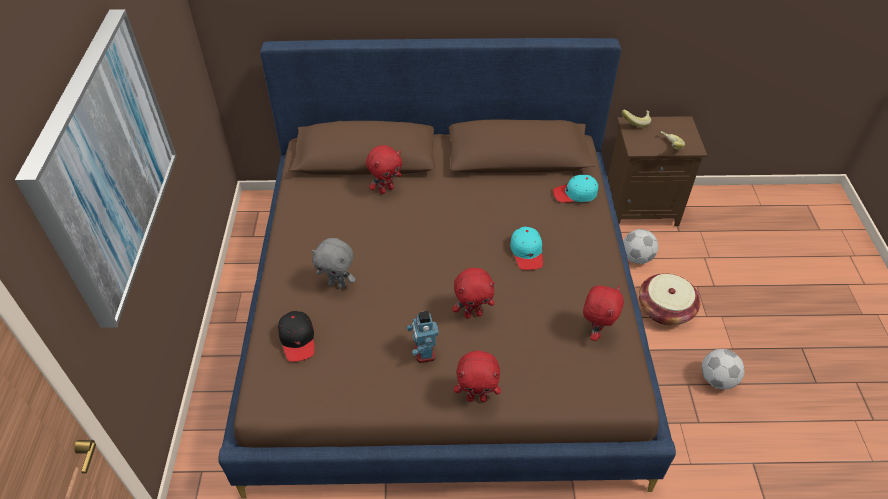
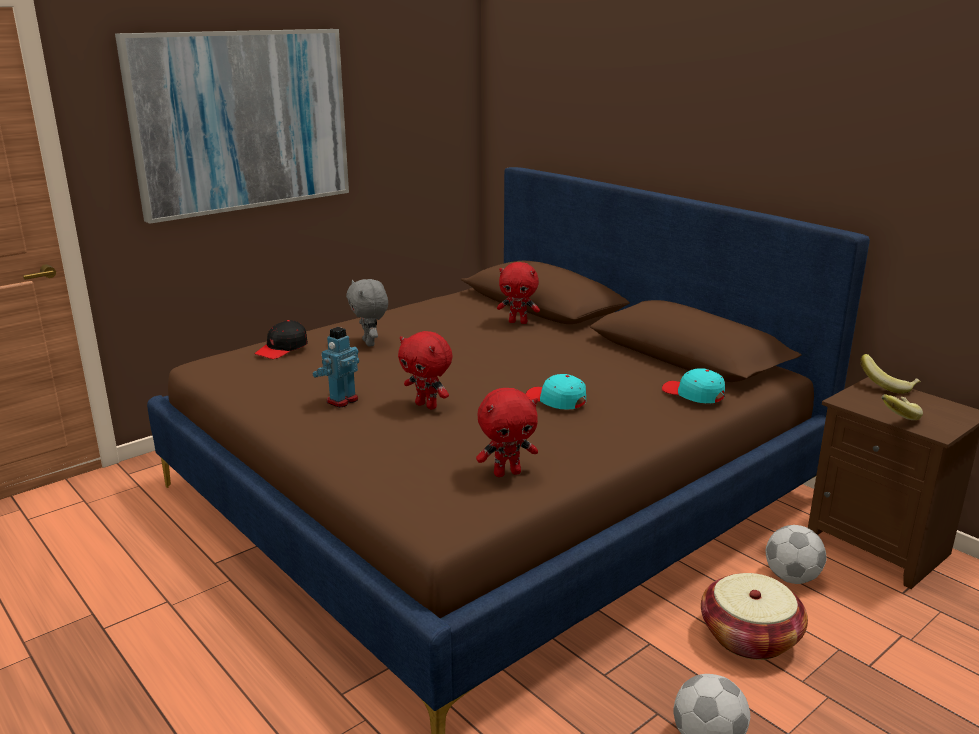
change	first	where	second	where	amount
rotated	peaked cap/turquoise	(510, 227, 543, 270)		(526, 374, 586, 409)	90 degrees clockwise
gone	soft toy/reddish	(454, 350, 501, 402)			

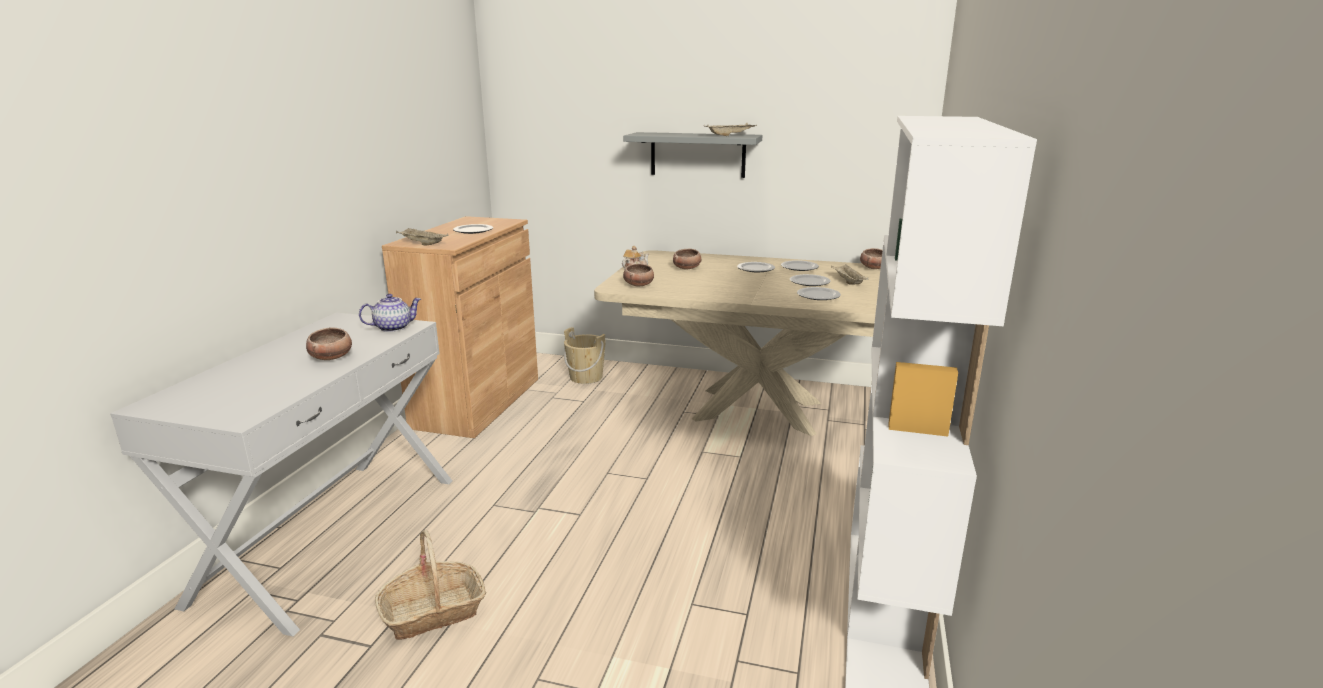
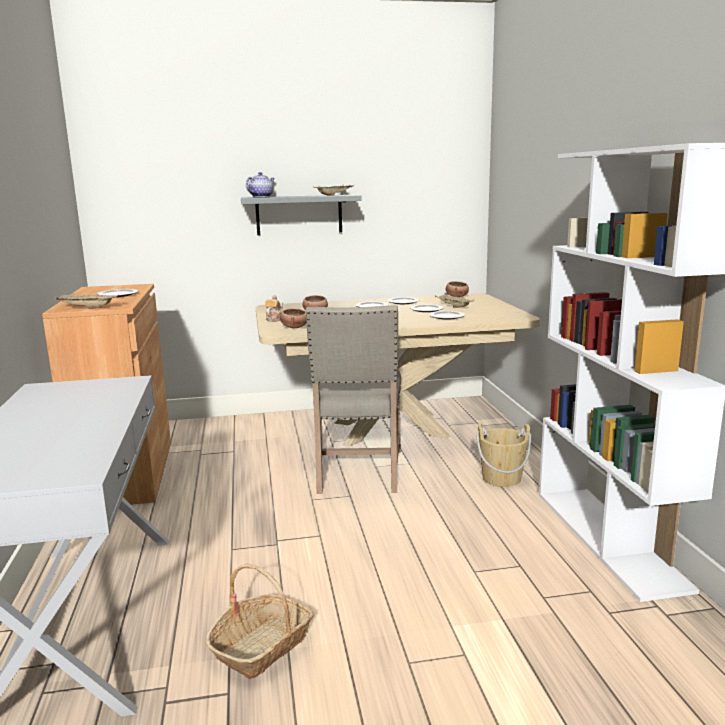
change	first	where	second	where	amount
shifted	tea pot	(359, 294, 421, 332)		(246, 172, 275, 197)	
shifted	pail/sand-coloured	(564, 327, 606, 384)		(476, 423, 531, 487)	
gone	deep dish	(306, 328, 352, 360)			
new			plain chair/sand-coloured	(306, 305, 401, 494)	

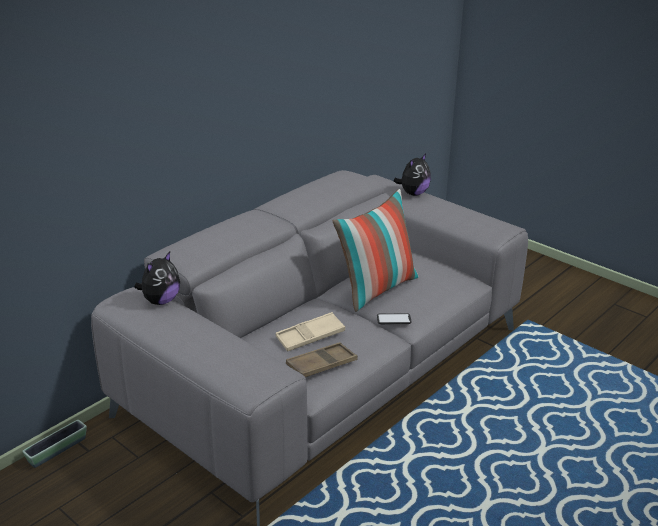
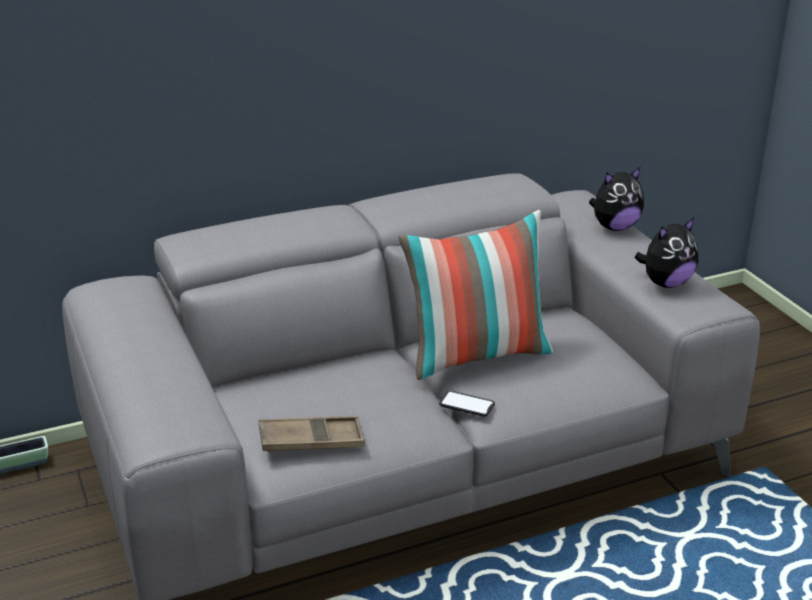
change	first	where	second	where	amount
shifted	soft toy	(134, 252, 180, 305)		(635, 217, 698, 288)	
gone	carrying tray/sand-coloured	(275, 312, 345, 352)			

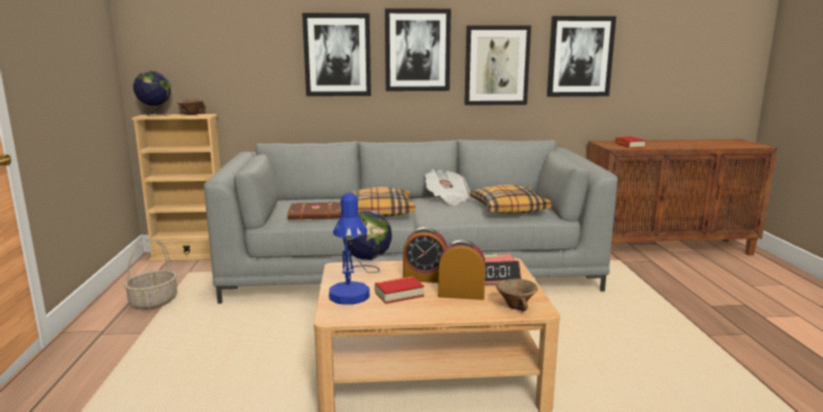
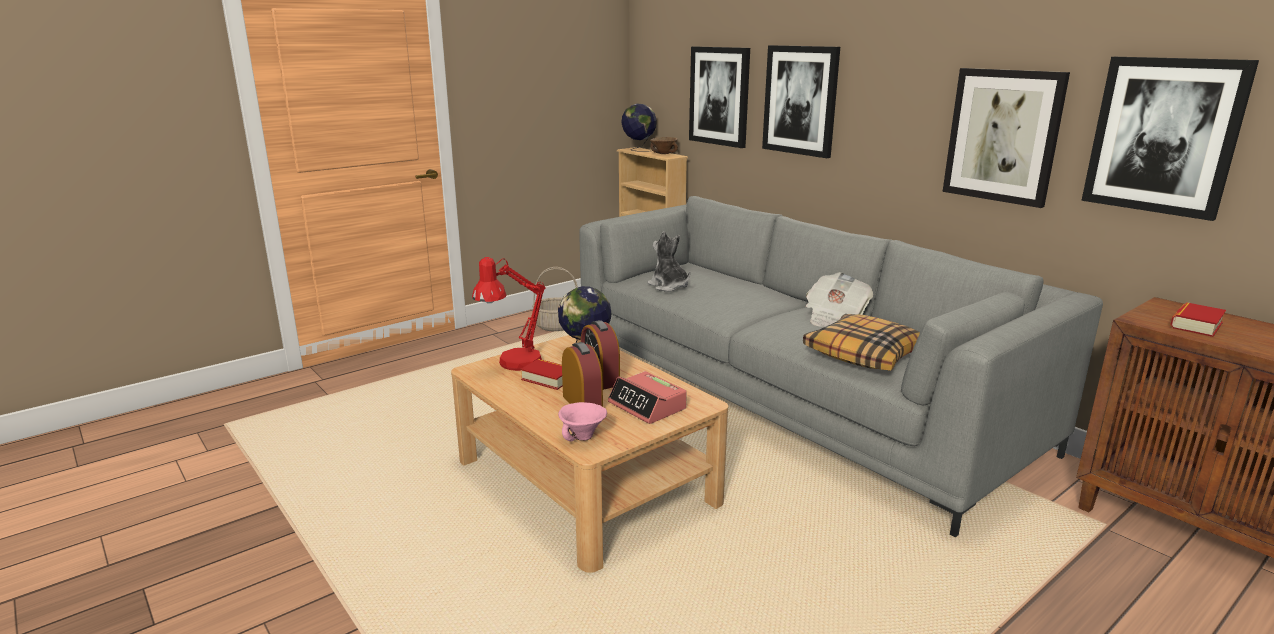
change	first	where	second	where	amount
shifted	wall picture	(385, 8, 451, 91)		(689, 47, 750, 148)	
gone	pillow	(349, 187, 416, 217)			
repainted	tabletop lamp/blue	(329, 193, 370, 305)	tabletop lamp/reddish	(472, 257, 546, 371)	
swapped	volume/brown	(287, 202, 341, 220)	soft toy	(647, 231, 690, 292)	
repainted	deep dish/brown	(496, 279, 538, 311)	deep dish/pinkish	(558, 402, 607, 442)	

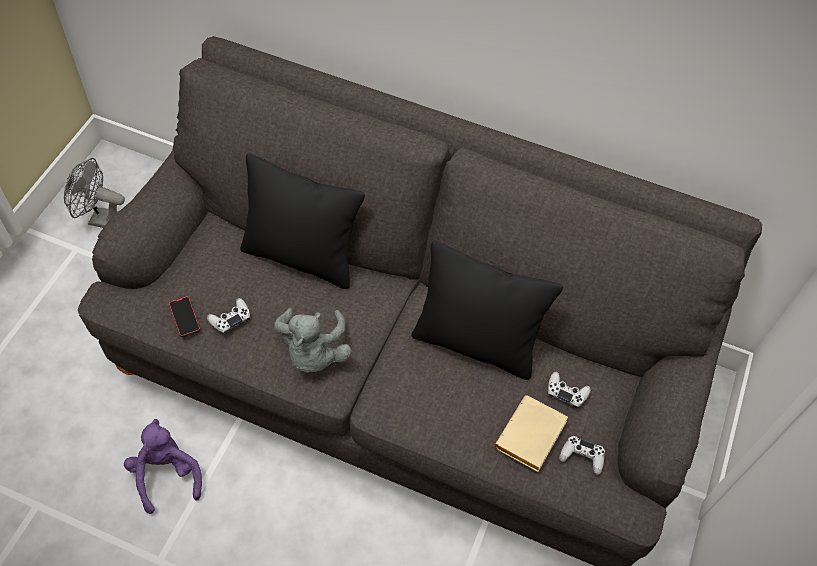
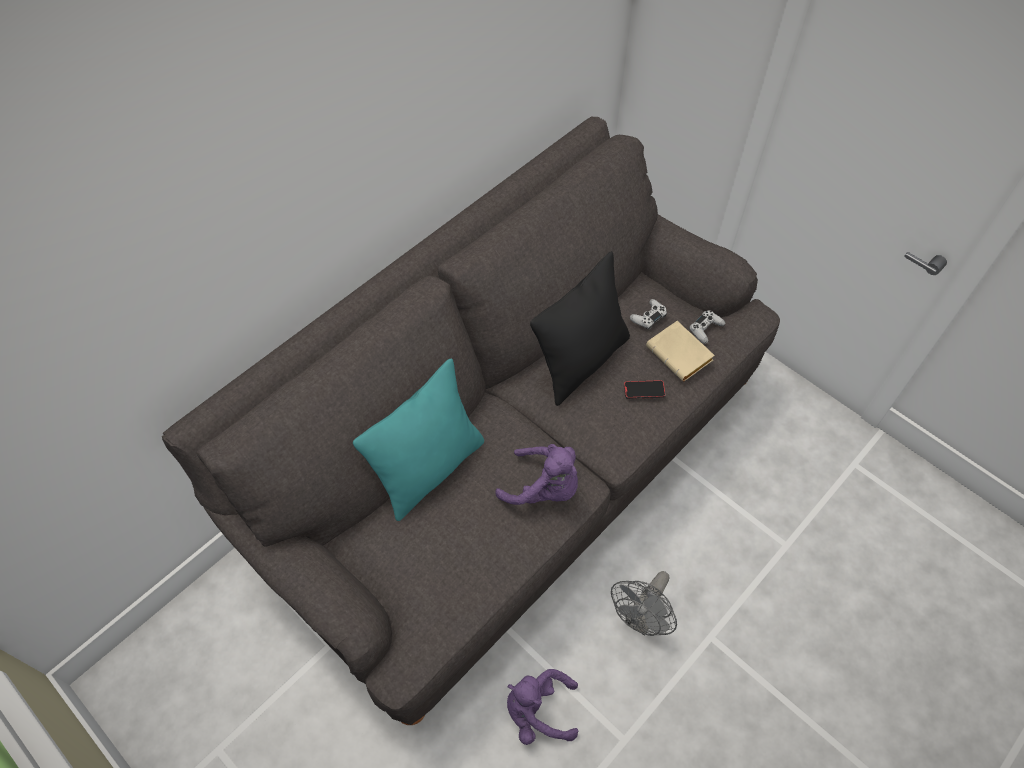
change	first	where	second	where	amount
repainted	pillow/blackish	(240, 153, 365, 289)	pillow/turquoise	(353, 359, 484, 521)	
shifted	cooling fan/greyish	(64, 158, 125, 228)		(611, 571, 677, 636)	
shifted	handset	(169, 296, 200, 337)		(624, 380, 666, 399)	
gone	joypad/white-coloured	(207, 298, 250, 334)			
repainted	soft toy/greyish	(274, 308, 352, 373)	soft toy/purple	(496, 444, 578, 505)	

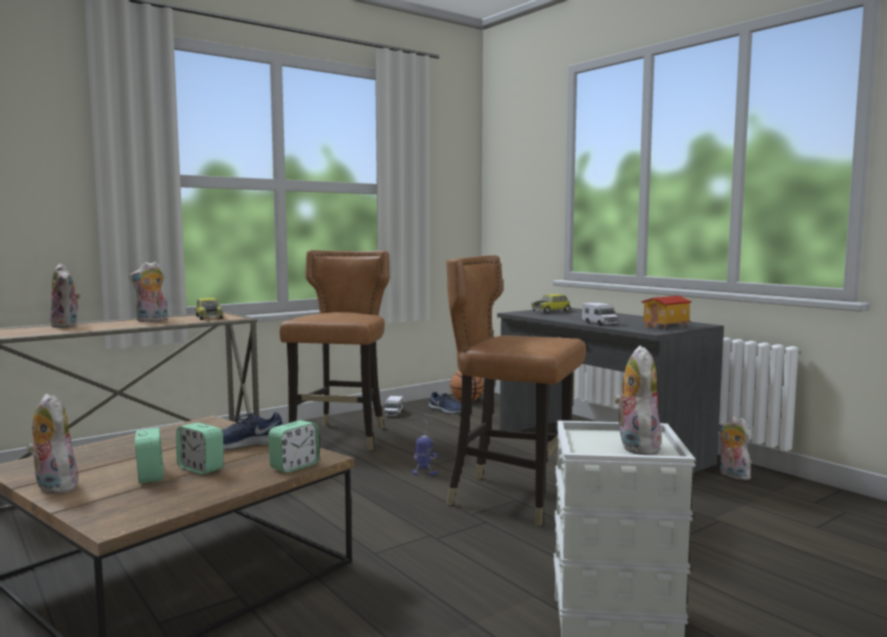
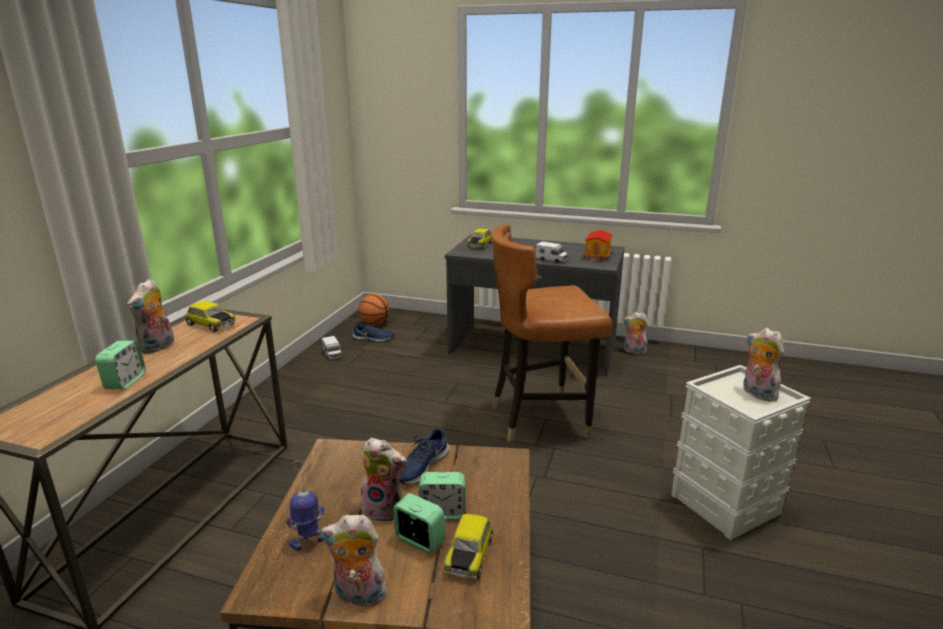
change	first	where	second	where	amount
gone	plain chair/brown	(280, 250, 390, 450)			
shifted	soft toy	(50, 263, 81, 328)		(361, 438, 407, 522)	
shifted	model robot	(412, 415, 439, 476)		(286, 461, 324, 551)	
shifted	bedside clock	(268, 420, 320, 473)		(95, 341, 145, 389)	
new			miniature car	(444, 514, 493, 579)	

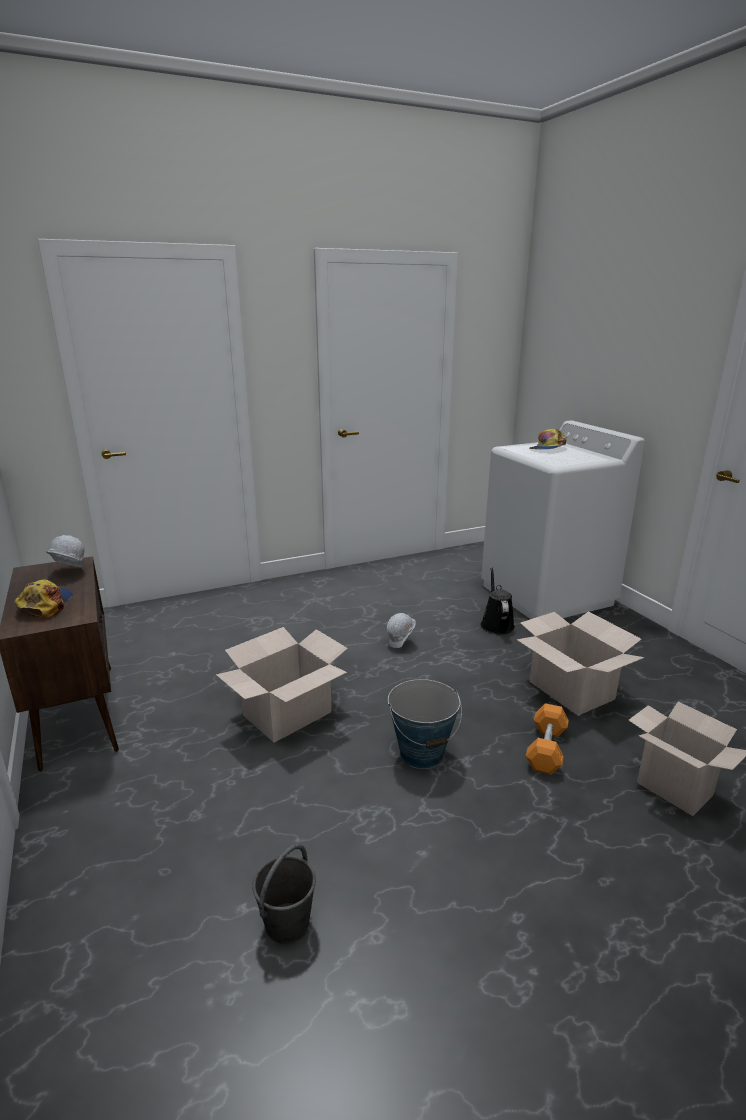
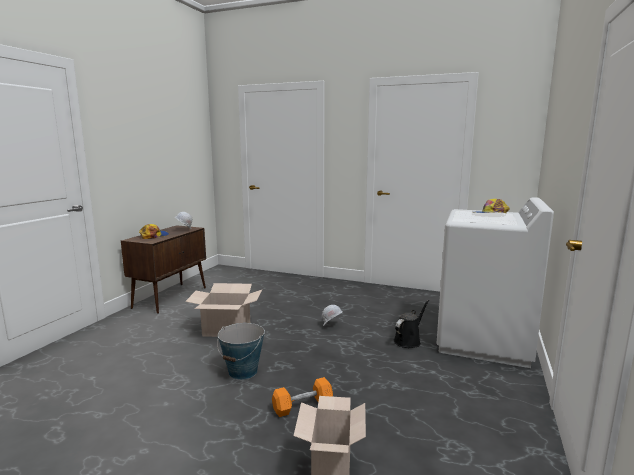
change	first	where	second	where	amount
gone	cardboard box	(517, 611, 644, 716)			
gone	pail/greyish	(252, 844, 316, 944)			

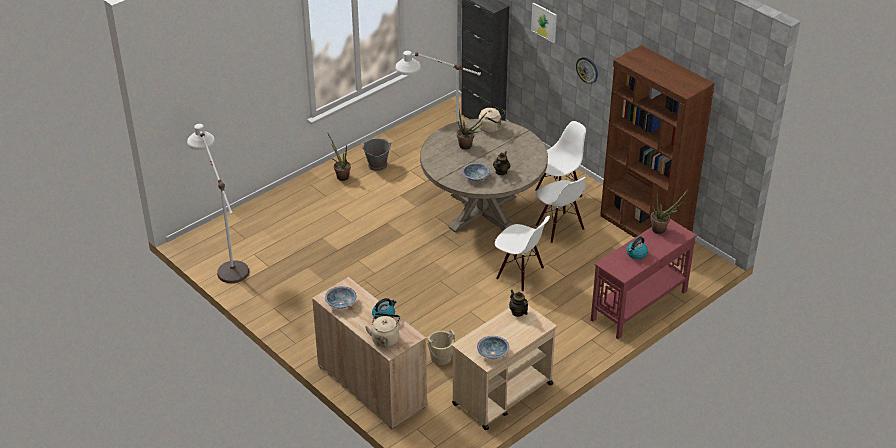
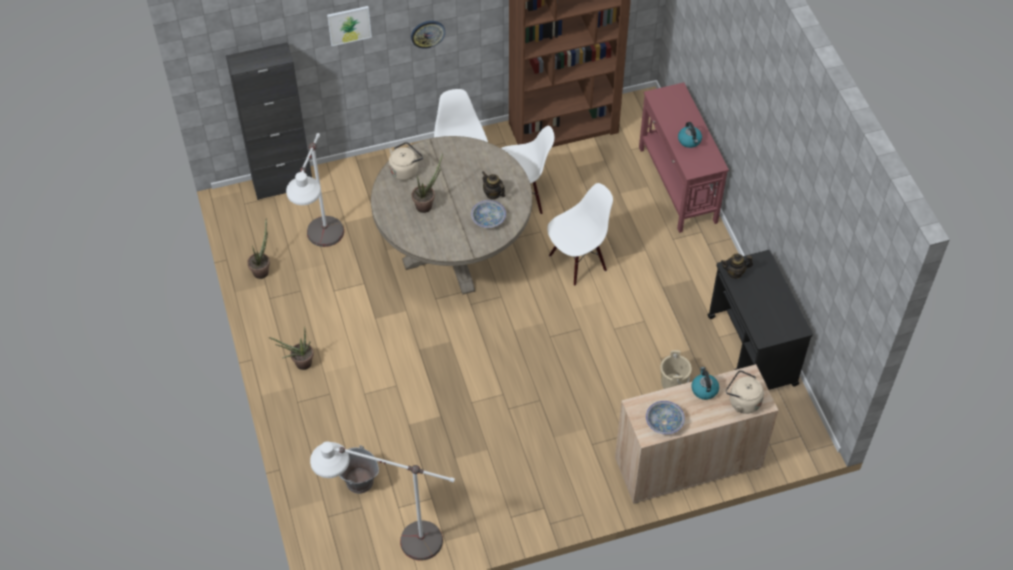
change	first	where	second	where	amount
shifted	pail/greyish	(363, 138, 392, 171)		(339, 445, 379, 494)	
shifted	houseplant	(650, 190, 688, 234)		(247, 219, 270, 279)	
repainted	cart/sand-coloured	(452, 305, 557, 430)	cart/blackish	(708, 250, 813, 390)	
gone	deep dish	(477, 336, 510, 359)			

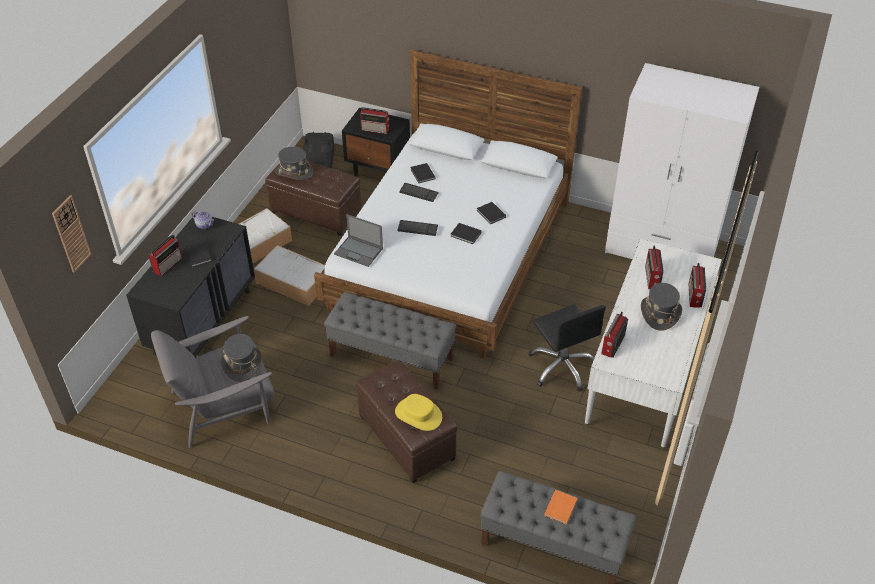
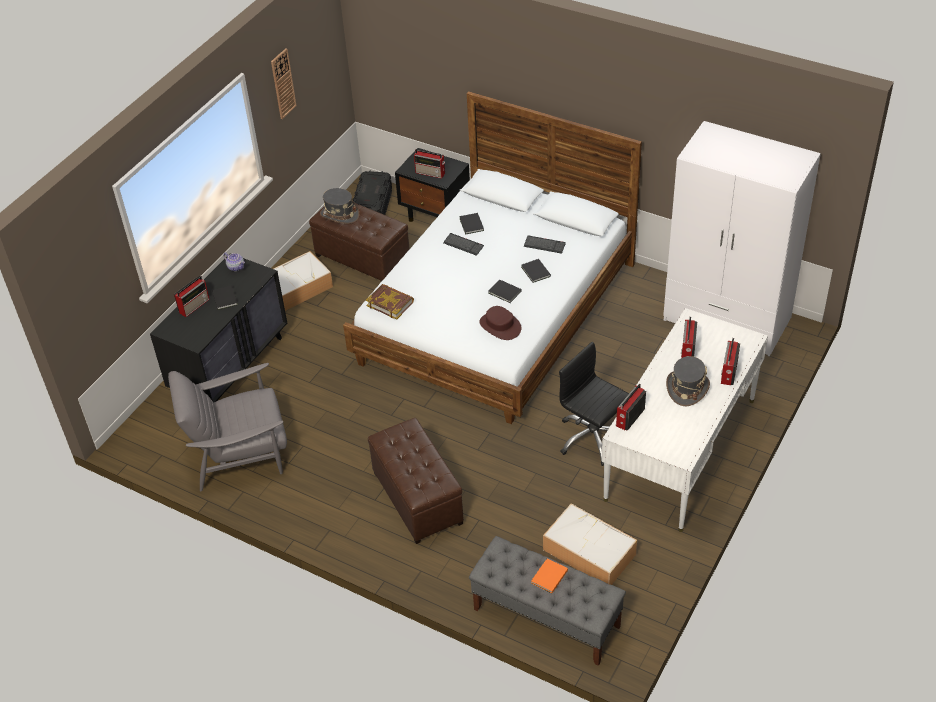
change	first	where	second	where	amount
shifted	wall clock	(52, 195, 91, 273)		(271, 48, 297, 119)	
swapped	laptop	(334, 214, 383, 267)	volume	(366, 284, 414, 320)	
shifted	PC keyboard	(397, 220, 438, 236)		(524, 235, 566, 254)	
shifted	storage box	(254, 245, 325, 306)		(543, 504, 637, 585)	
gone	indoor bench/greyish	(324, 292, 456, 390)			
rotated	computer chair/blackish	(528, 304, 606, 391)		(559, 342, 629, 466)	150 degrees clockwise
gone	hat/greyish	(221, 334, 262, 382)			
gone	hat/yellowish	(395, 394, 442, 431)			
new			hat/brown	(479, 306, 521, 340)	

